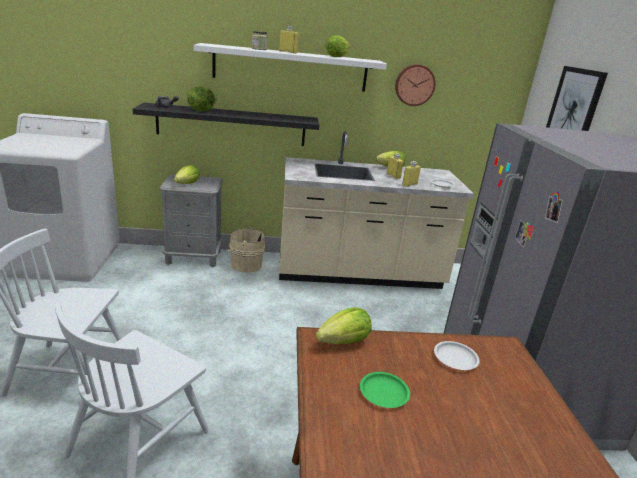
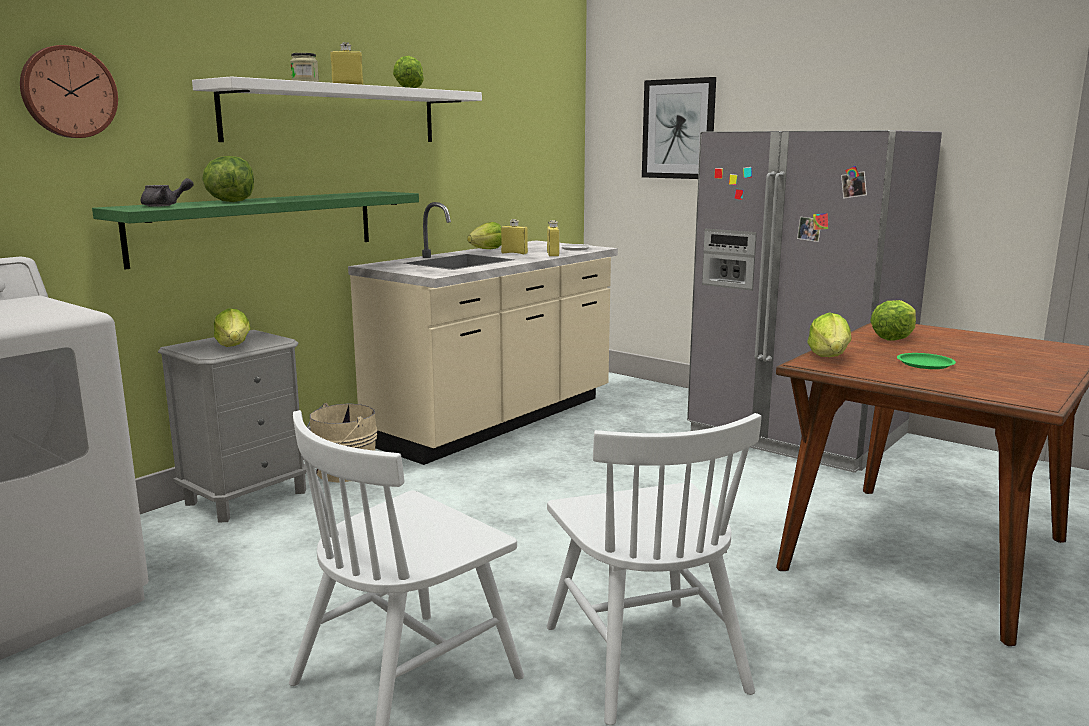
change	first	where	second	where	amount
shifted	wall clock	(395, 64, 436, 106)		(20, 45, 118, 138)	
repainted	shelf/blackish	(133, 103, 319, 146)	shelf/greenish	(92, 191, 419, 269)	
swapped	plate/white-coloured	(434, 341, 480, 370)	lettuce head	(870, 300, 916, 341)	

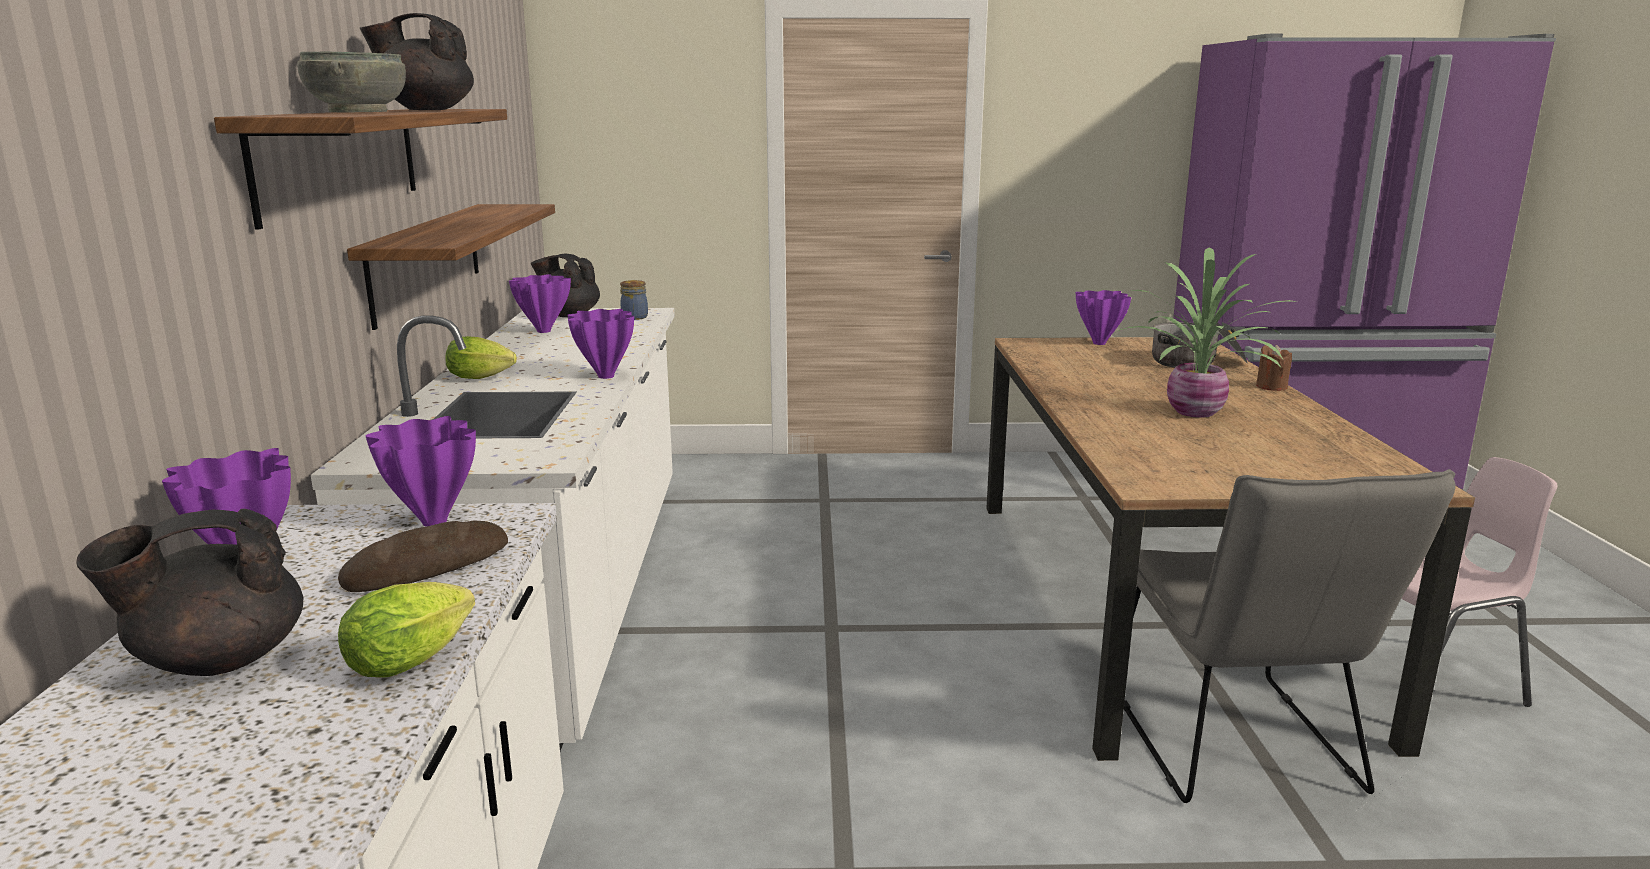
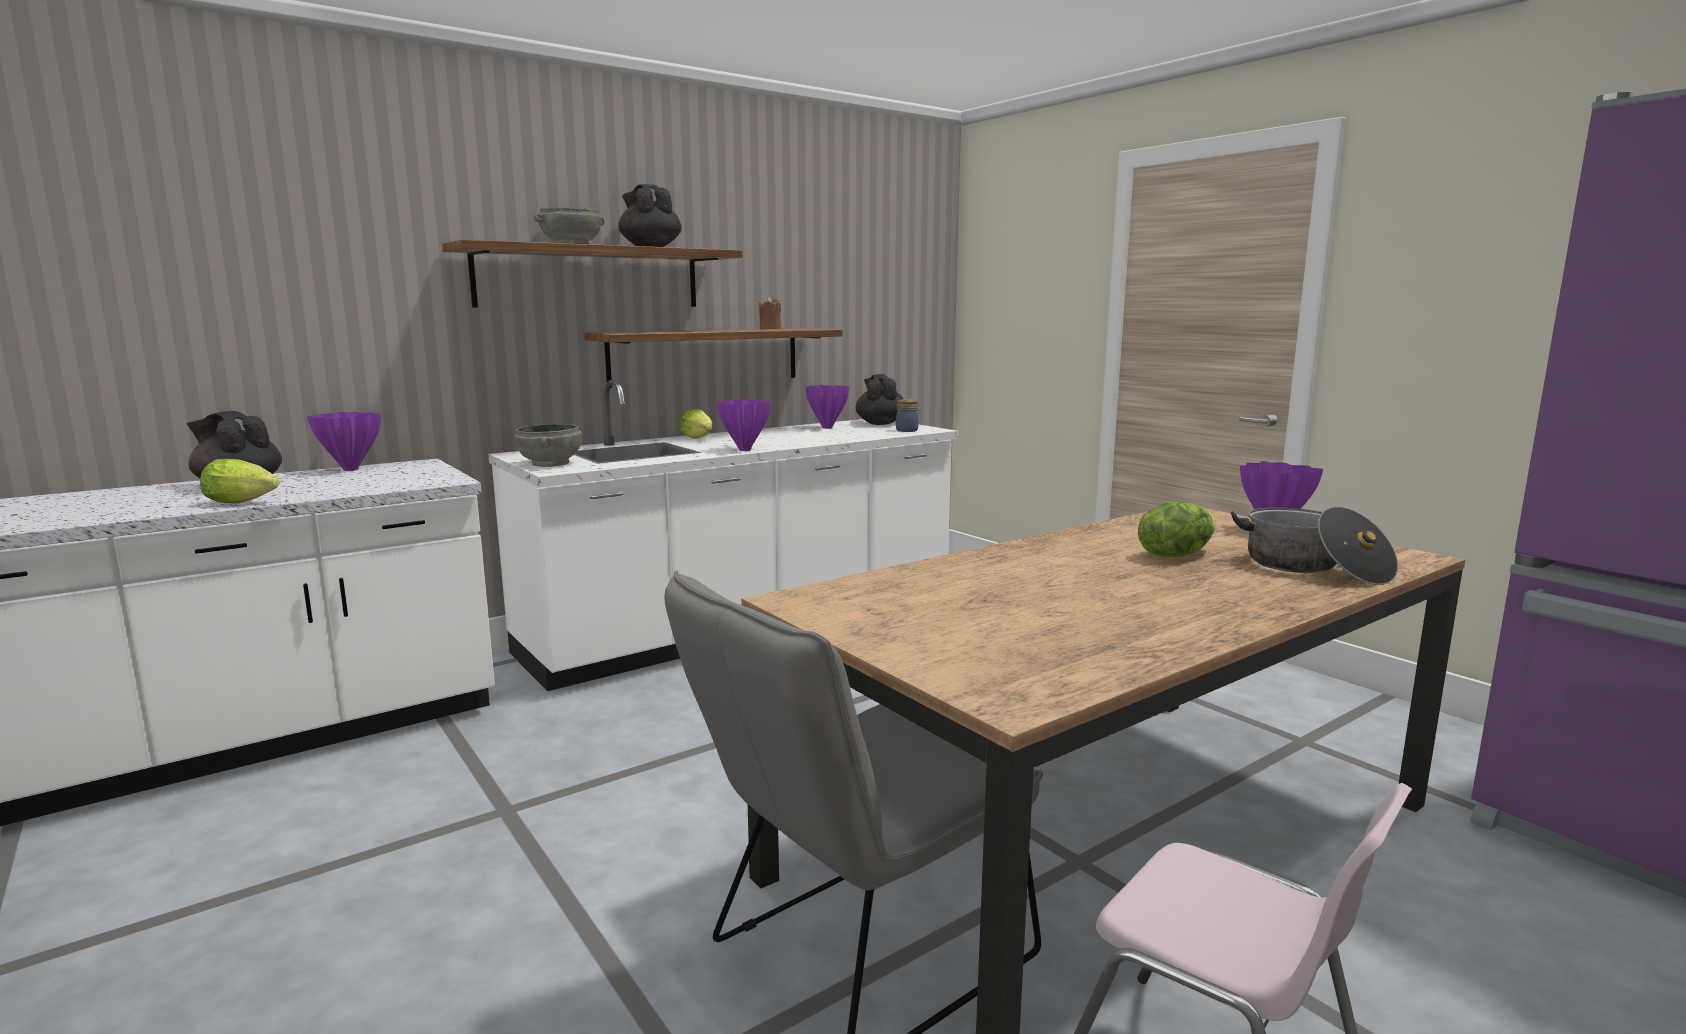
change	first	where	second	where	amount
gone	houseplant	(1112, 248, 1297, 418)			
shifted	candle/brown	(1256, 345, 1292, 391)		(759, 297, 781, 329)	
gone	flower vase/purple	(365, 416, 476, 527)			
gone	bread	(338, 521, 508, 592)			
new			deep dish/greyish	(514, 424, 582, 467)	
new			lettuce head	(1138, 502, 1216, 557)	

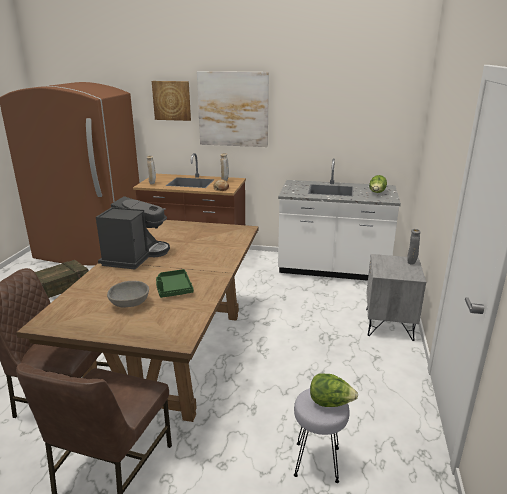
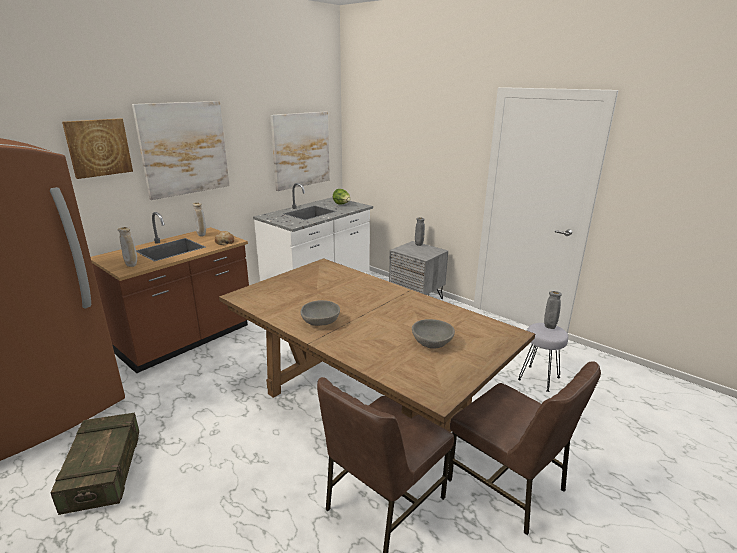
change	first	where	second	where	amount
swapped	coffee brewer	(96, 196, 170, 270)	deep dish/greyish	(300, 300, 340, 326)	
gone	carrying tray/greenish	(156, 269, 194, 298)			
swapped	lettuce head	(310, 373, 358, 407)	flower vase/greyish	(544, 291, 562, 329)	
new			wall picture	(270, 112, 330, 191)	

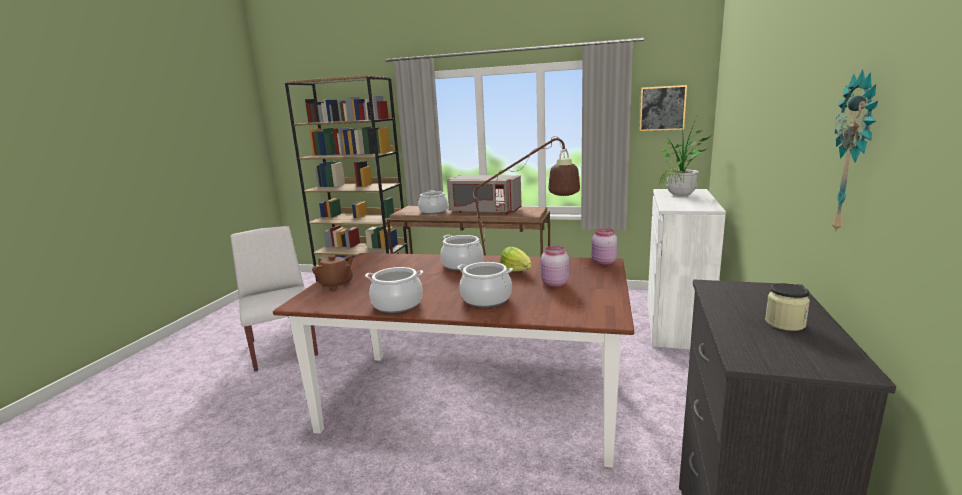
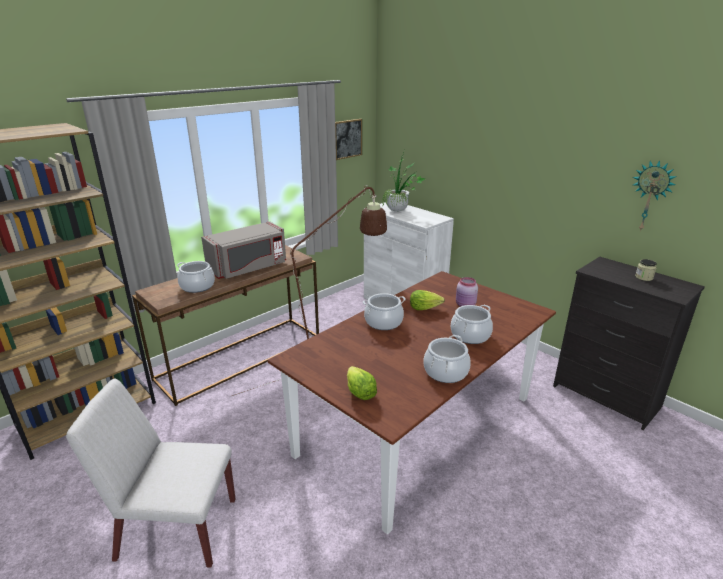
change	first	where	second	where	amount
gone	preserve jar/pinkish	(592, 228, 618, 265)			
swapped	tea pot/brown	(312, 255, 353, 290)	lettuce head	(347, 366, 377, 400)	

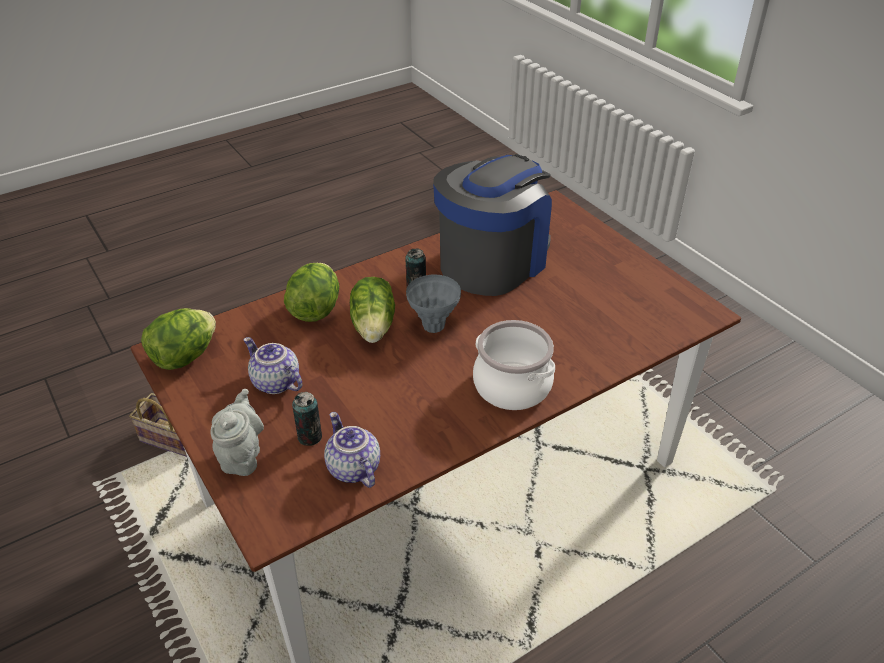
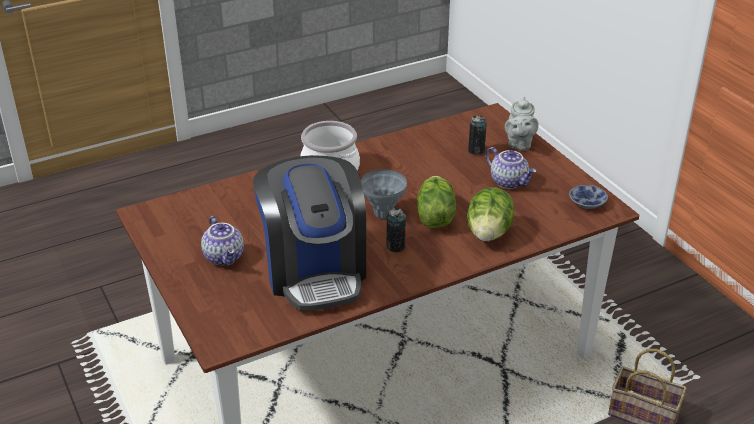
change	first	where	second	where	amount
rotated	coffee brewer	(433, 154, 552, 296)		(253, 155, 366, 311)	60 degrees counterclockwise
swapped	lettuce head	(141, 308, 216, 370)	deep dish	(569, 185, 608, 209)	
shifted	tea pot	(324, 412, 380, 488)		(201, 216, 244, 266)	

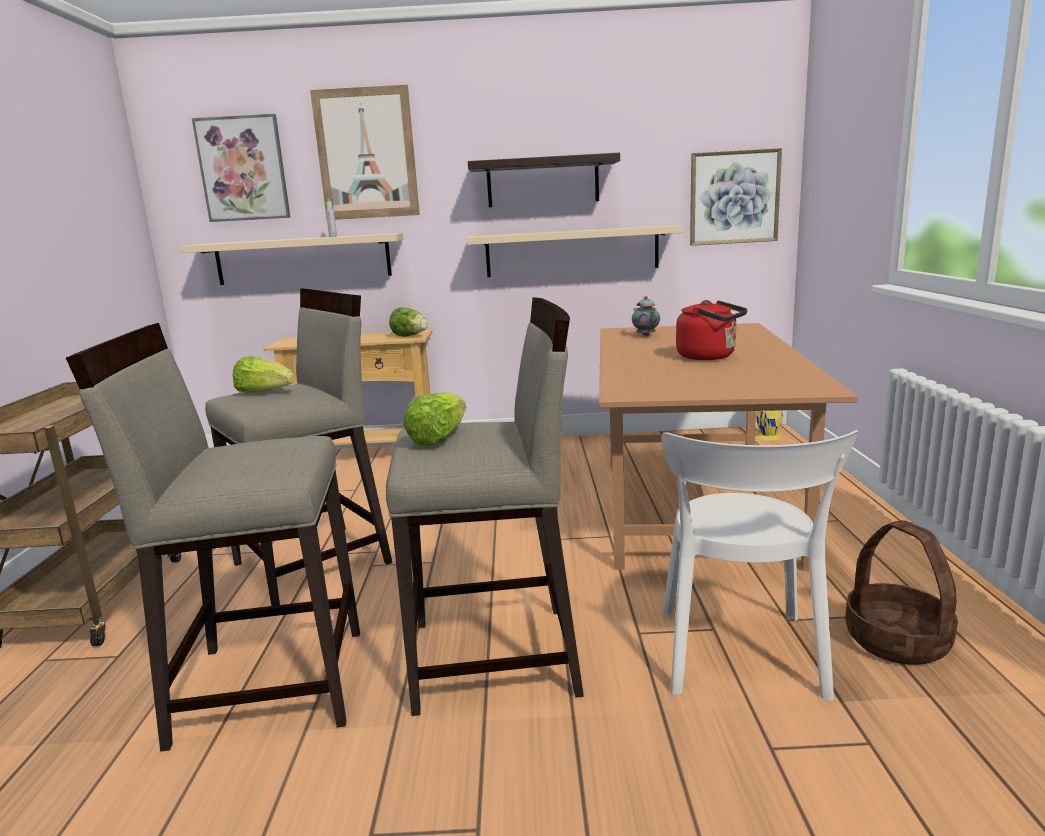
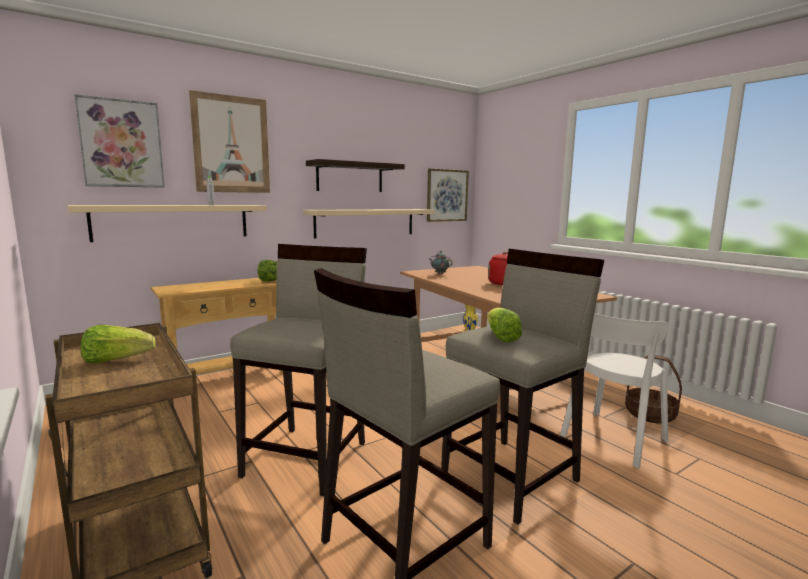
change	first	where	second	where	amount
shifted	lettuce head	(233, 356, 294, 393)		(81, 325, 156, 363)	
rotated	plain chair/white-coloured	(662, 430, 858, 701)		(560, 313, 668, 468)	75 degrees clockwise

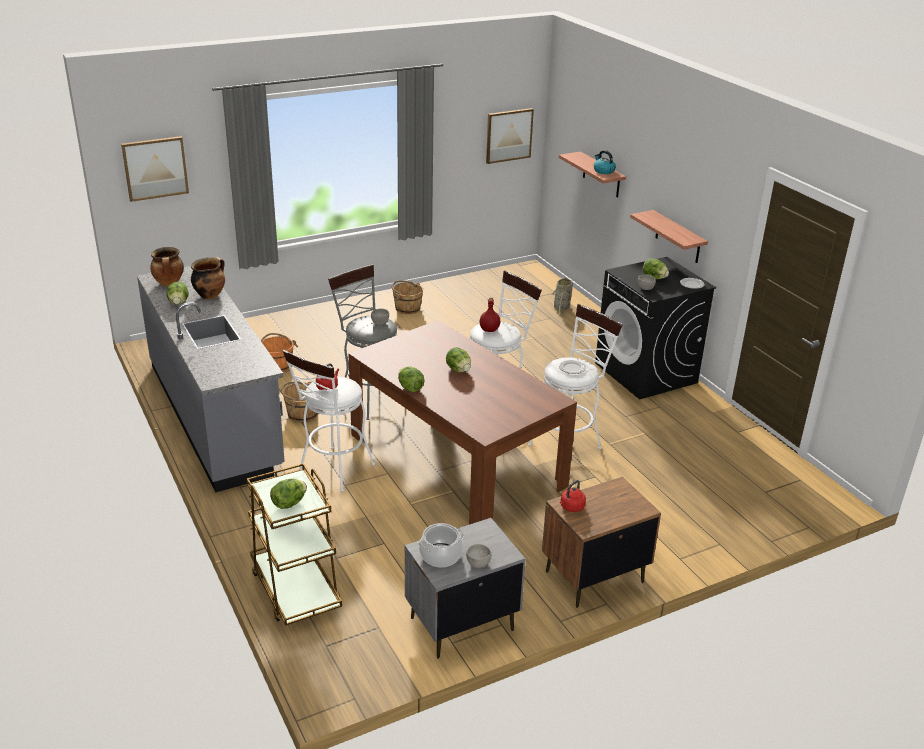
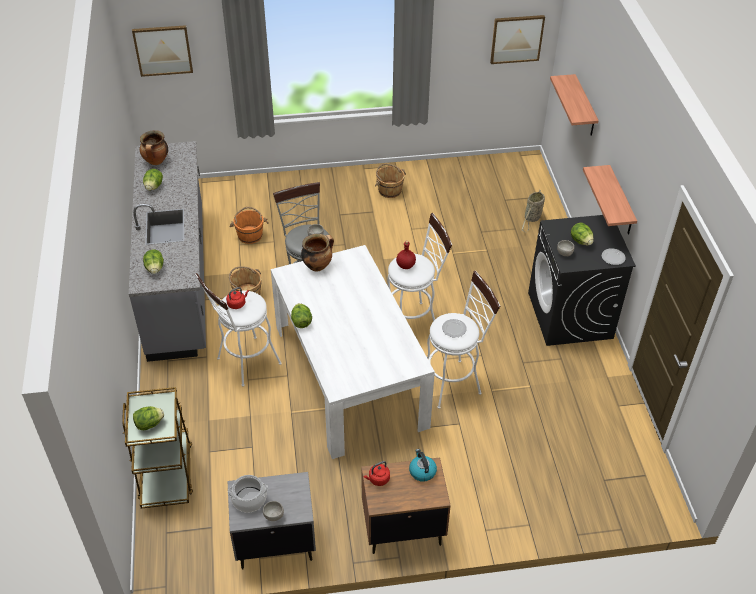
change	first	where	second	where	amount
shifted	kettle	(594, 150, 616, 174)		(409, 449, 437, 482)	
shifted	cooking pot	(191, 257, 225, 299)		(301, 234, 334, 271)	
repainted	dining table/brown	(348, 320, 577, 524)	dining table/white-coloured	(271, 245, 435, 459)	
shifted	lettuce head	(446, 347, 471, 372)		(143, 250, 164, 274)	

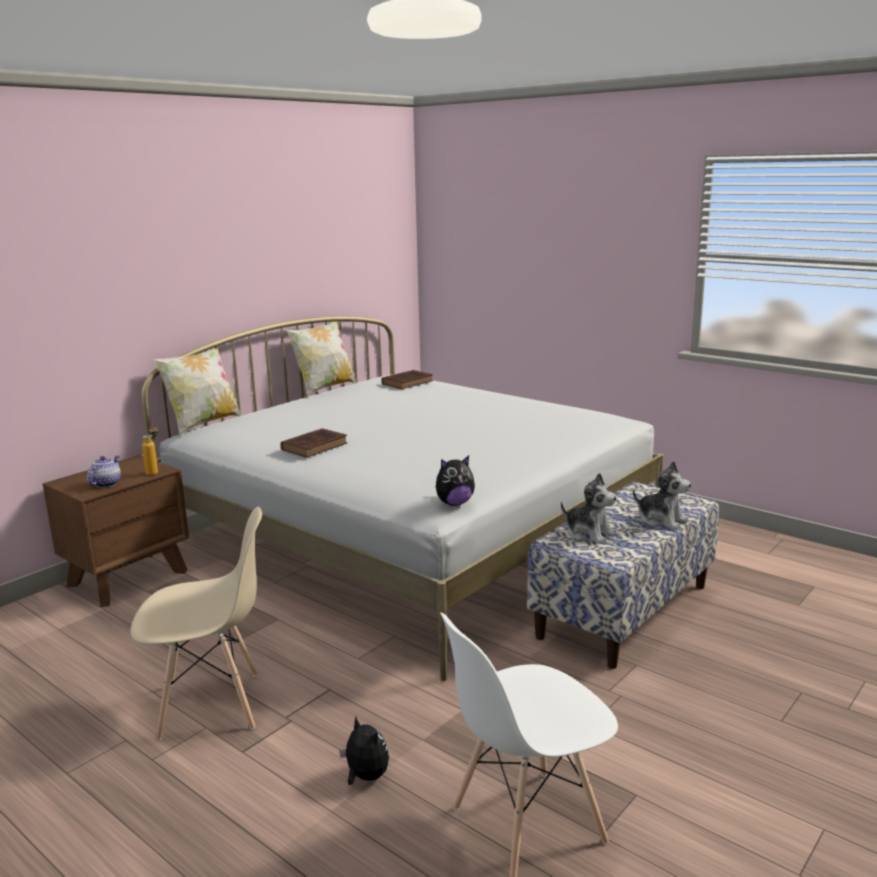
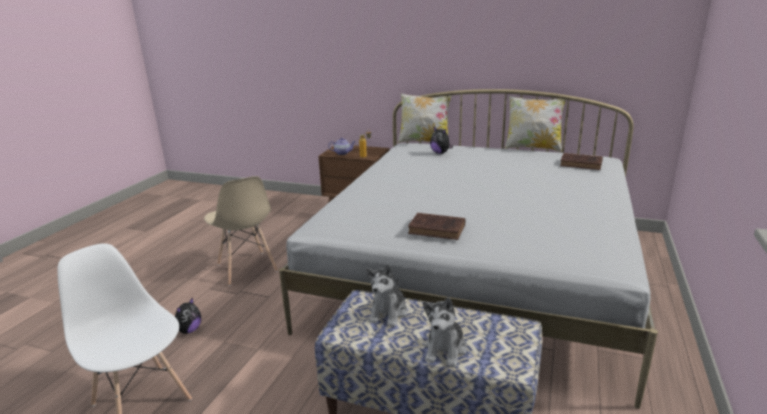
change	first	where	second	where	amount
shifted	volume/brown	(281, 428, 347, 458)		(408, 213, 465, 240)	
shifted	soft toy	(436, 455, 475, 506)		(430, 127, 453, 154)	

